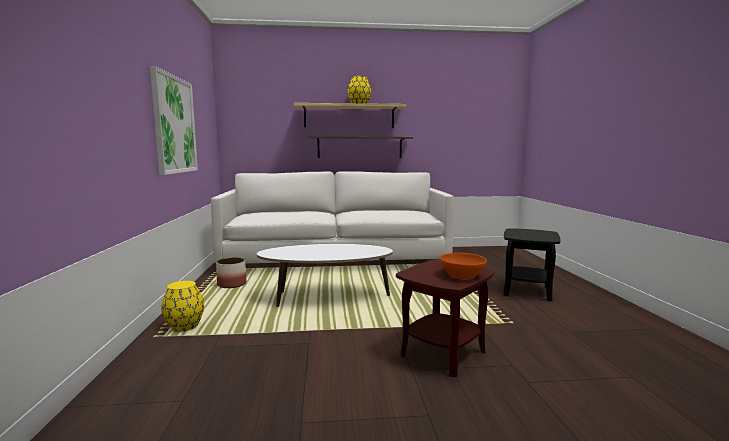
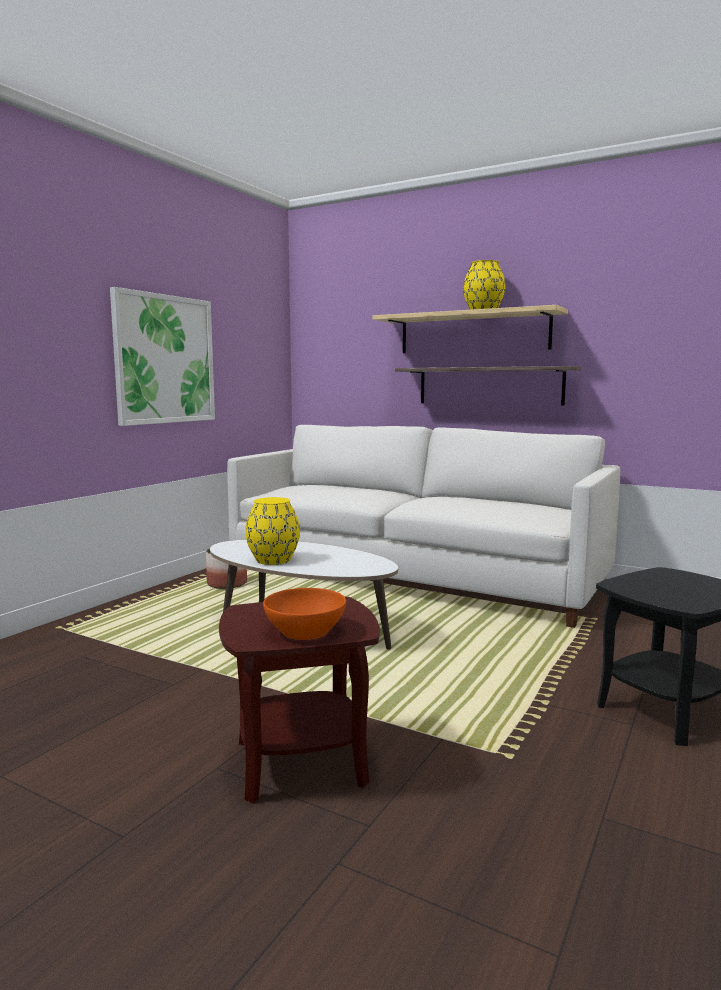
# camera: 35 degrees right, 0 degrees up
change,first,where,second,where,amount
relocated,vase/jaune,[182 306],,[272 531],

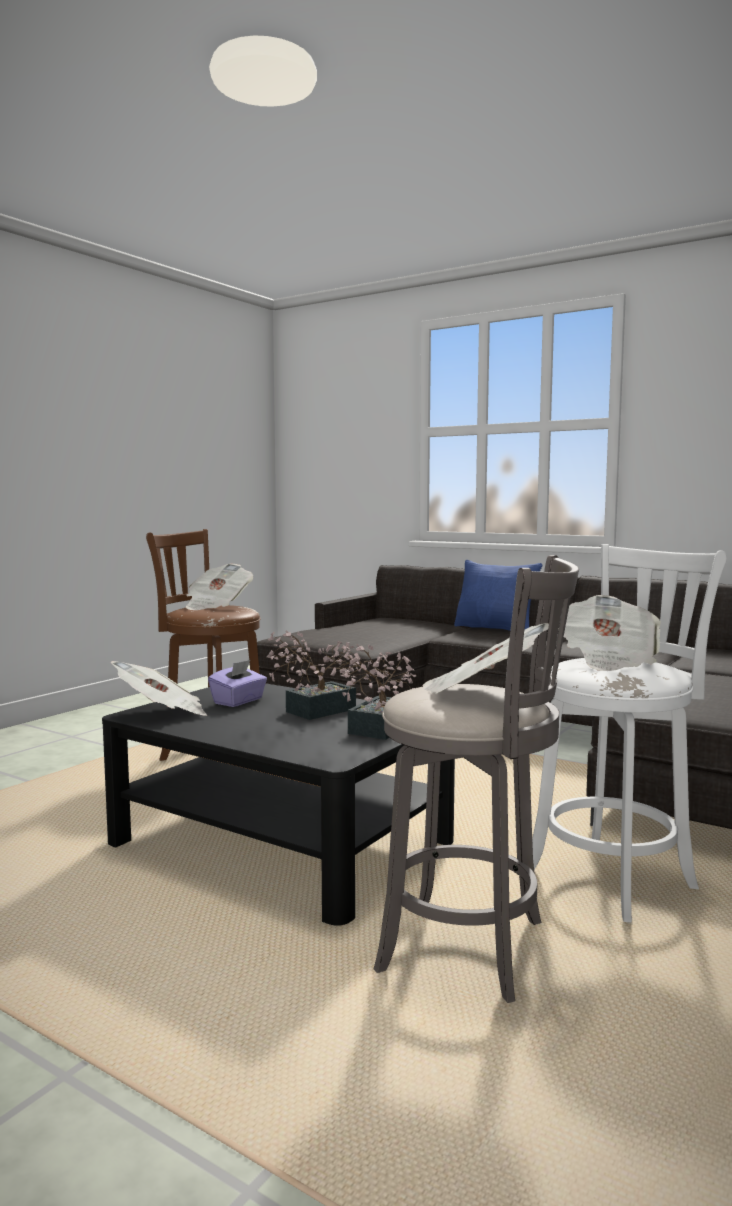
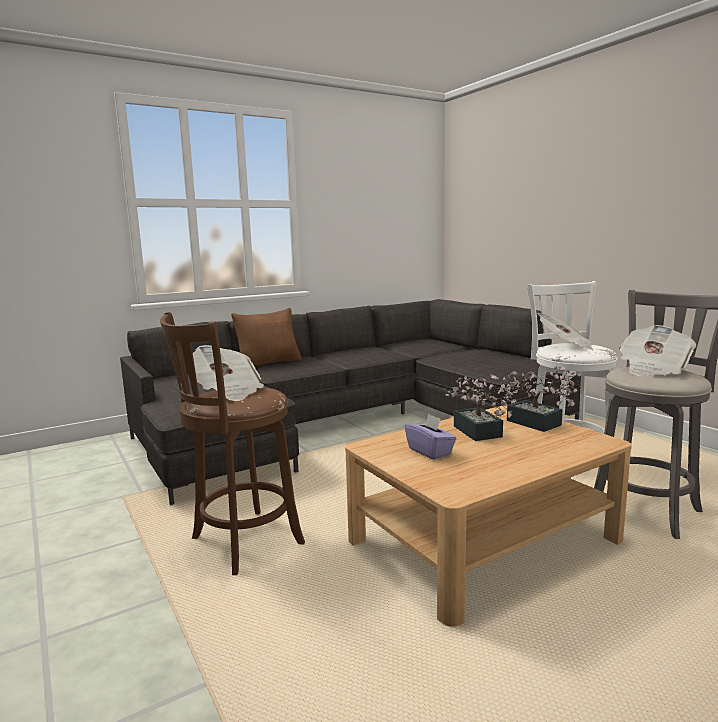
# camera: 65 degrees left, 5 degrees up
change,first,where,second,where,amount
missing,journal,[159 688],,,
colour,table basse/noir,[278 804],table basse/beige,[488 516],
colour,coussin/bleu,[498 595],coussin/marron,[266 337],

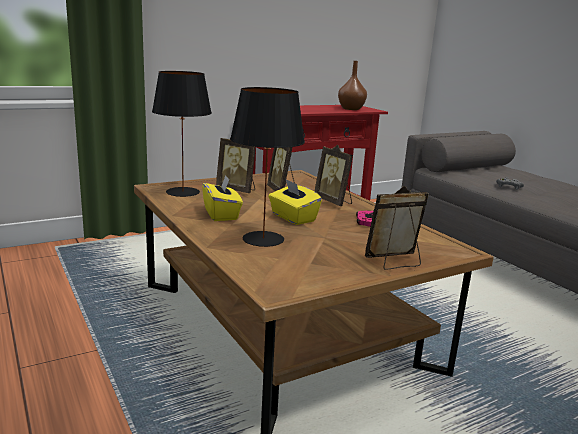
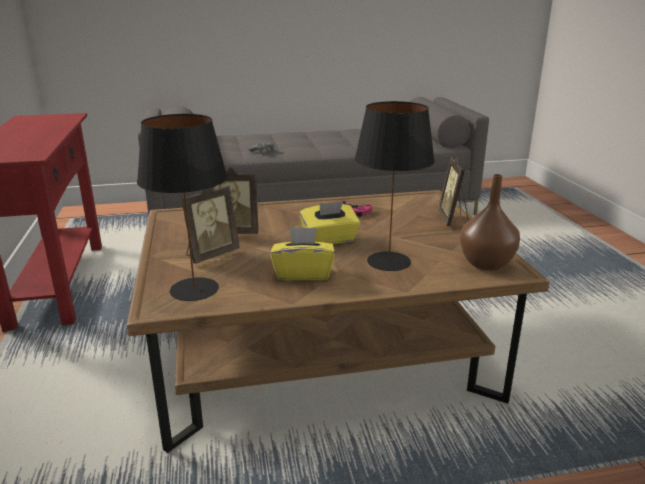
# camera: 70 degrees left, 5 degrees up
change,first,where,second,where,amount
missing,cadre photo,[334 175],,,
relocated,vase/marron,[352 85],,[490 222],

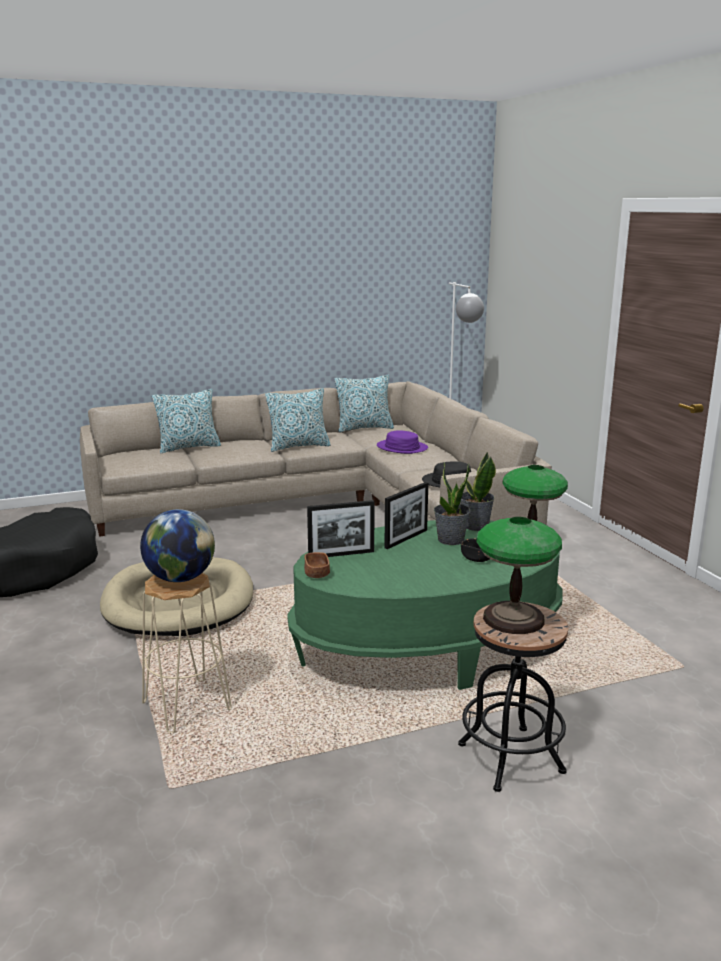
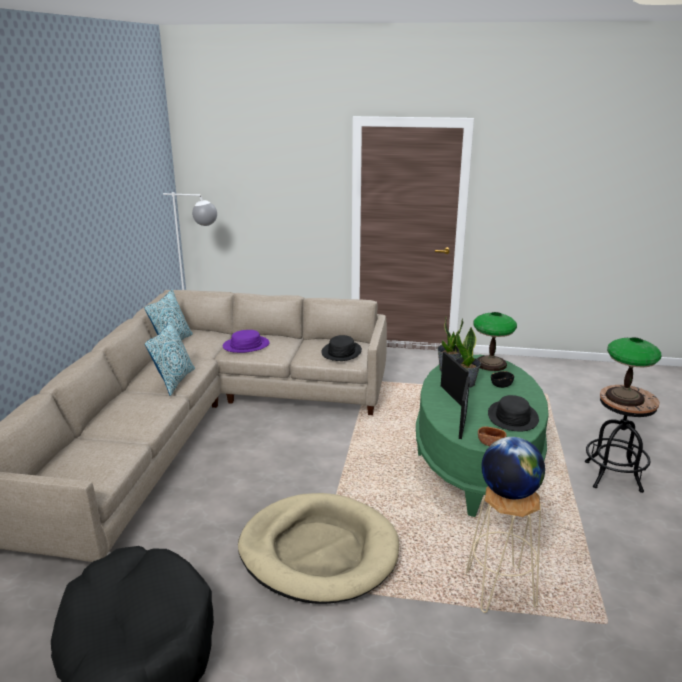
# camera: 60 degrees left, 5 degrees up
change,first,where,second,where,amount
missing,coussin,[186 421],,,
appeared,,,chapeau/noir,[513 413],

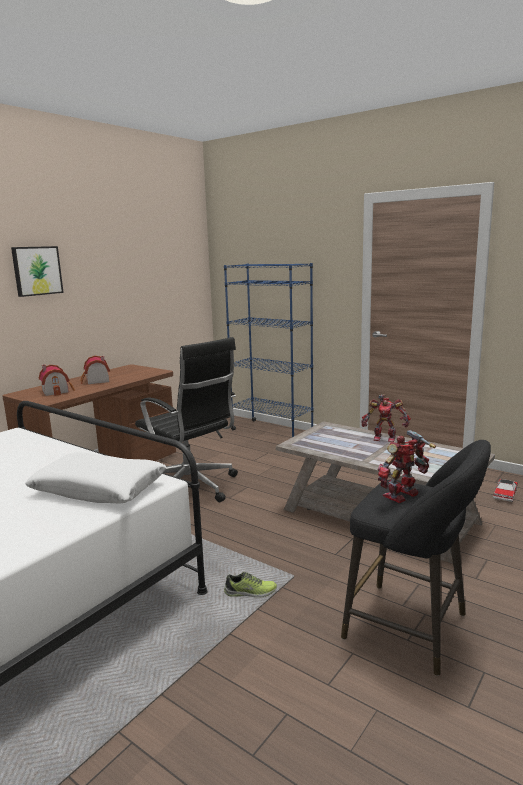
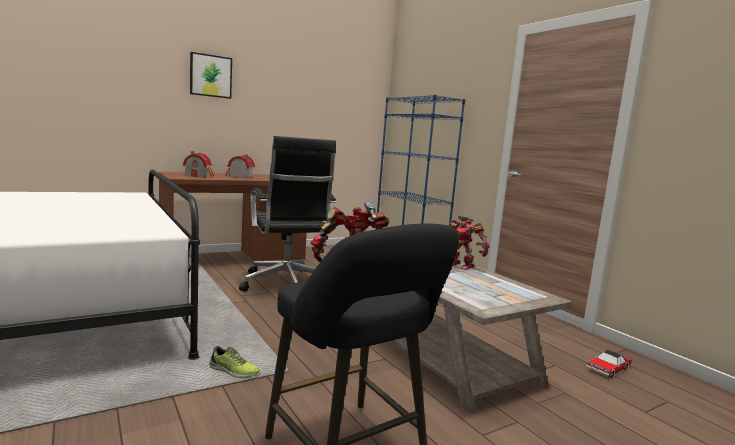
# camera: 20 degrees right, 5 degrees down
change,first,where,second,where,amount
missing,coussin/blanc,[95 478],,,

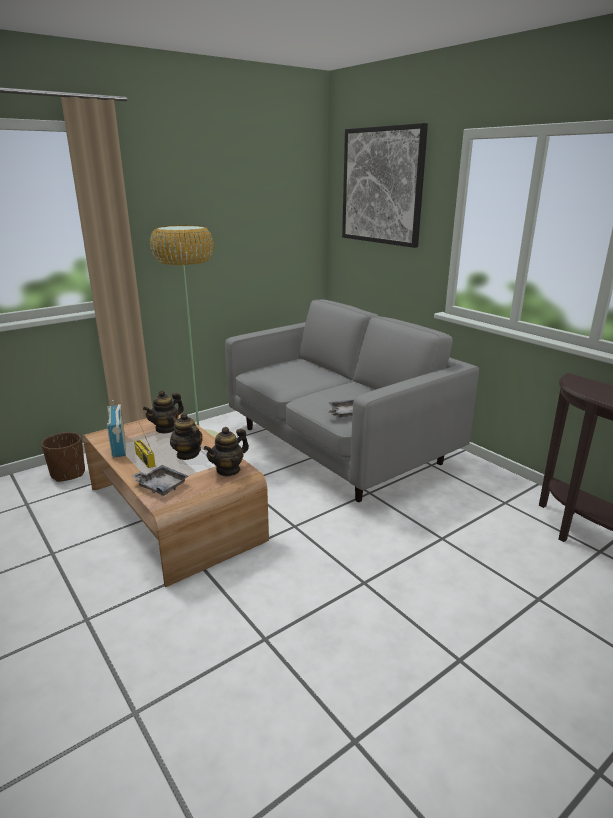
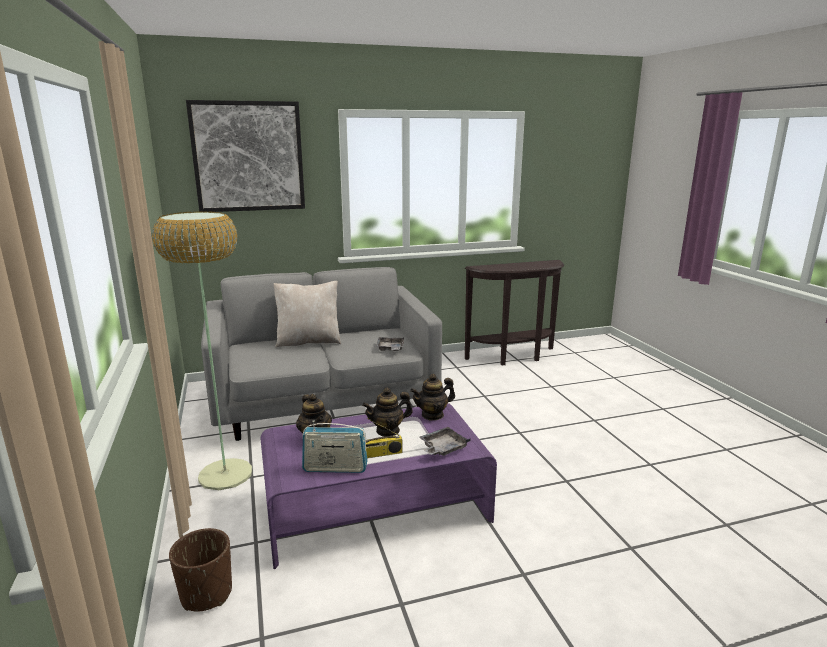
# camera: 70 degrees left, 5 degrees down
change,first,where,second,where,amount
appeared,,,coussin/beige,[307 314],
colour,table basse/marron,[176 500],table basse/violet,[379 486],
spun,théière,[226 452],,[432 397],90 degrees clockwise

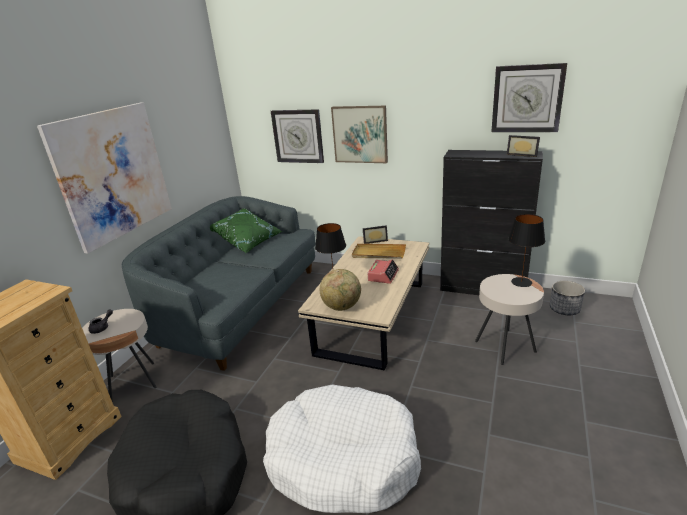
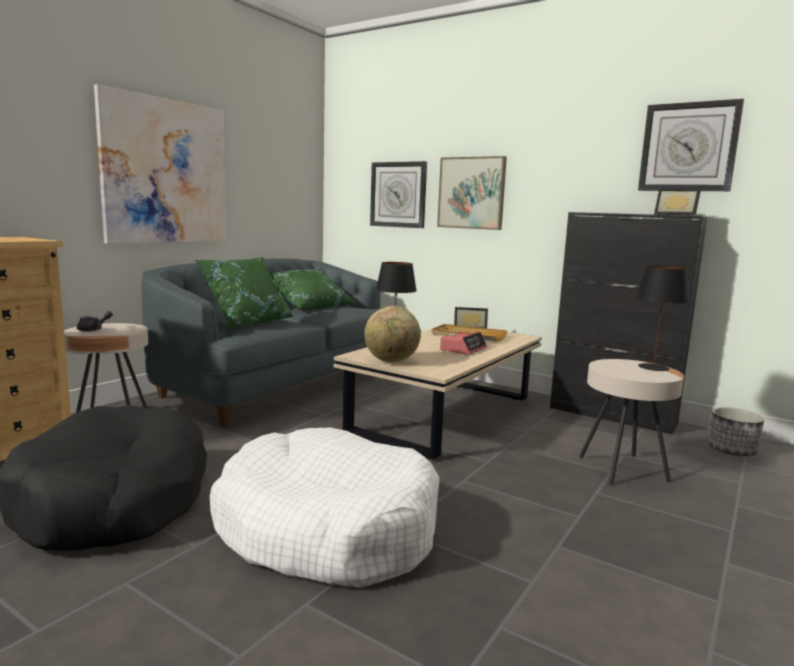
# camera: 10 degrees right, 15 degrees down
change,first,where,second,where,amount
appeared,,,coussin/vert,[244 292],

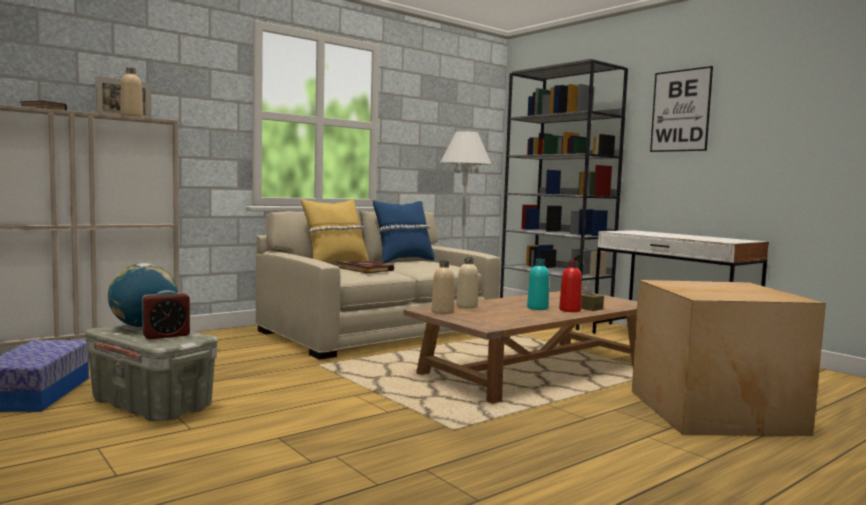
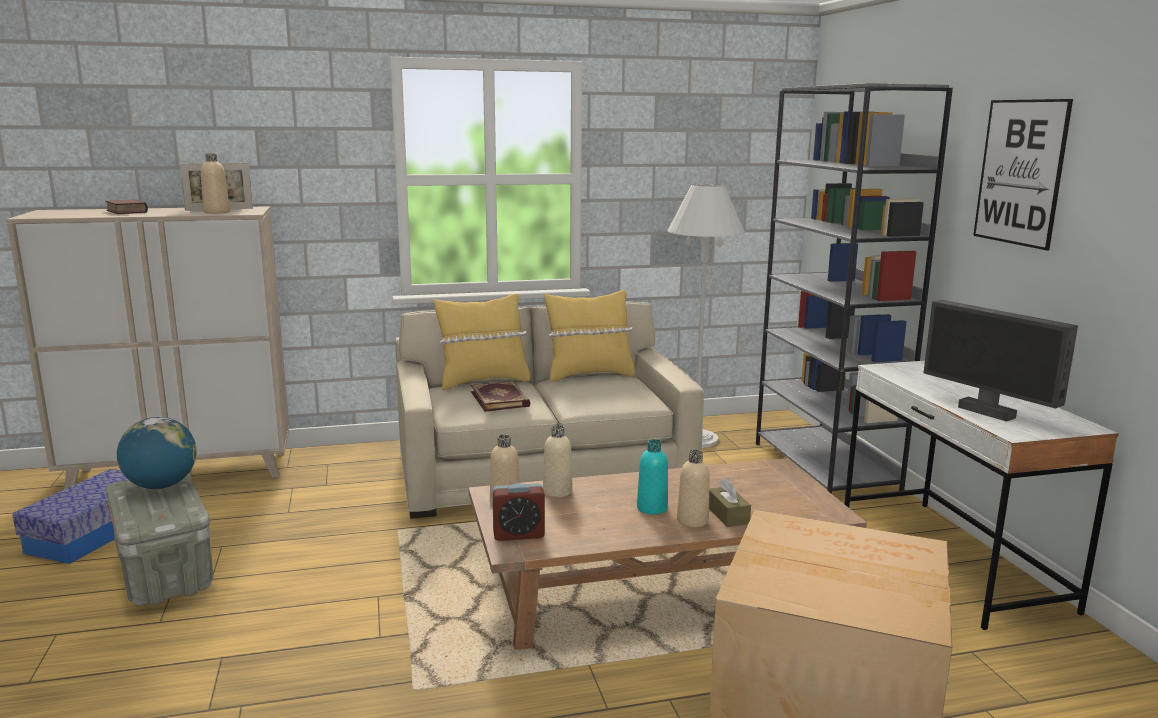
# camera: 25 degrees right, 10 degrees up
change,first,where,second,where,amount
appeared,,,écran d'ordinateur,[1000 361],
relocated,réveil,[166 314],,[518 512],
colour,coussin/bleu,[403 231],coussin/jaune,[589 336],
colour,bouteille/rouge,[570 286],bouteille/beige,[693 488],

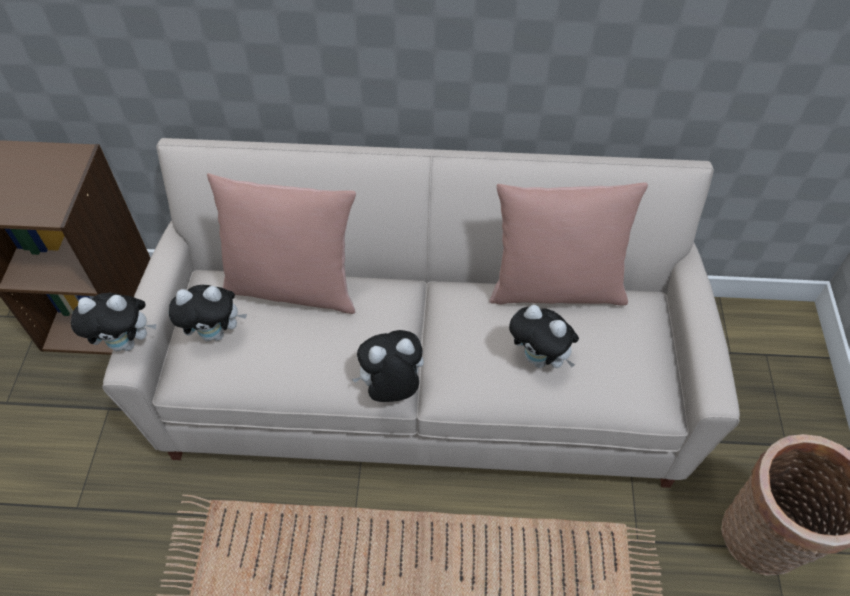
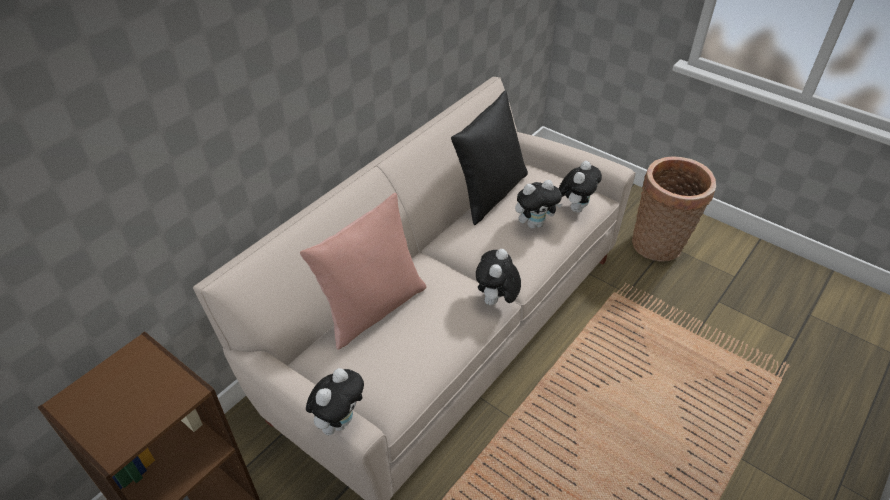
# camera: 55 degrees left, 10 degrees down
change,first,where,second,where,amount
relocated,peluche,[208 313],,[580 187],
colour,coussin/rose,[568 243],coussin/noir,[489 158],

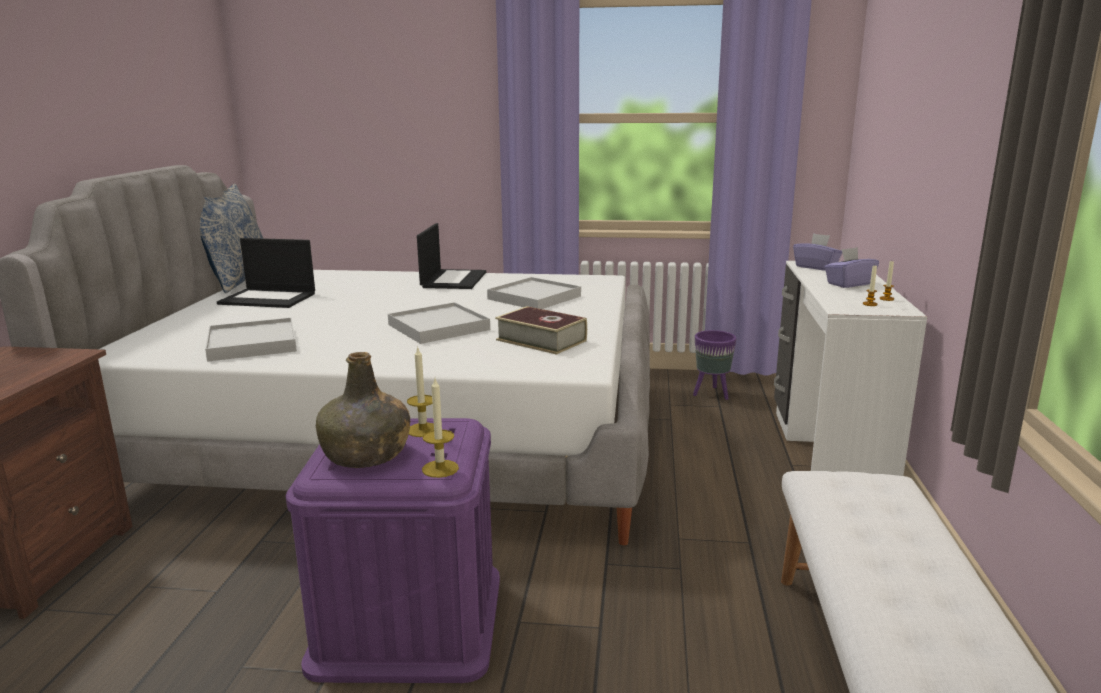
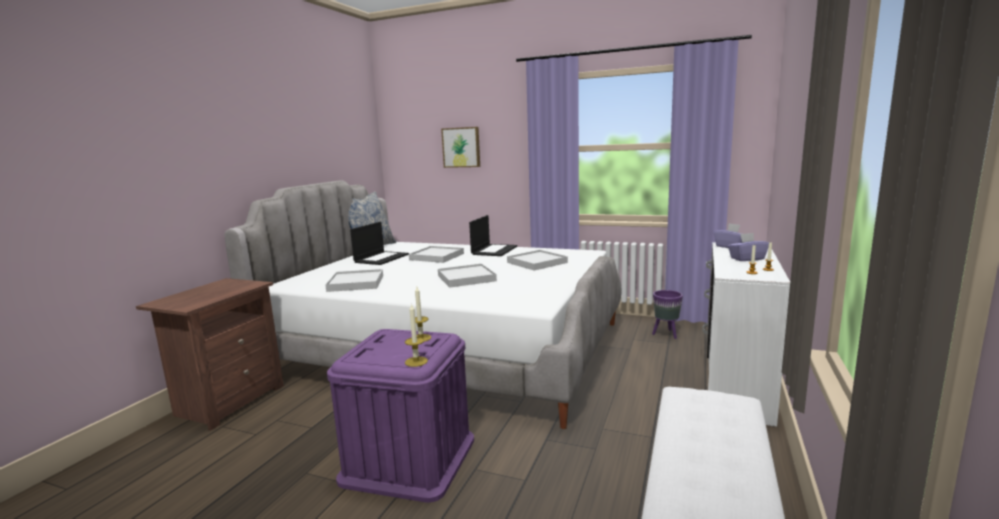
# camera: 15 degrees right, 5 degrees down
change,first,where,second,where,amount
missing,bouteille/vert,[363 410],,,
missing,livre,[541 330],,,
appeared,,,plateau/blanc,[436 254],
appeared,,,tableau,[460 147],
spun,ordinateur portable,[266 273],,[379 243],90 degrees counterclockwise

